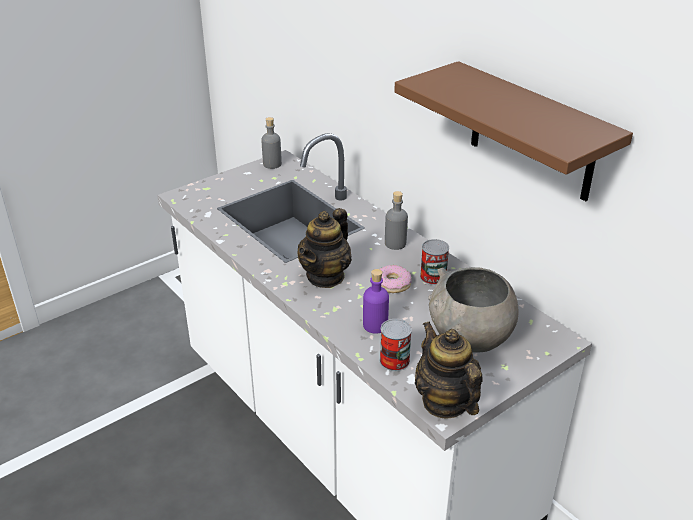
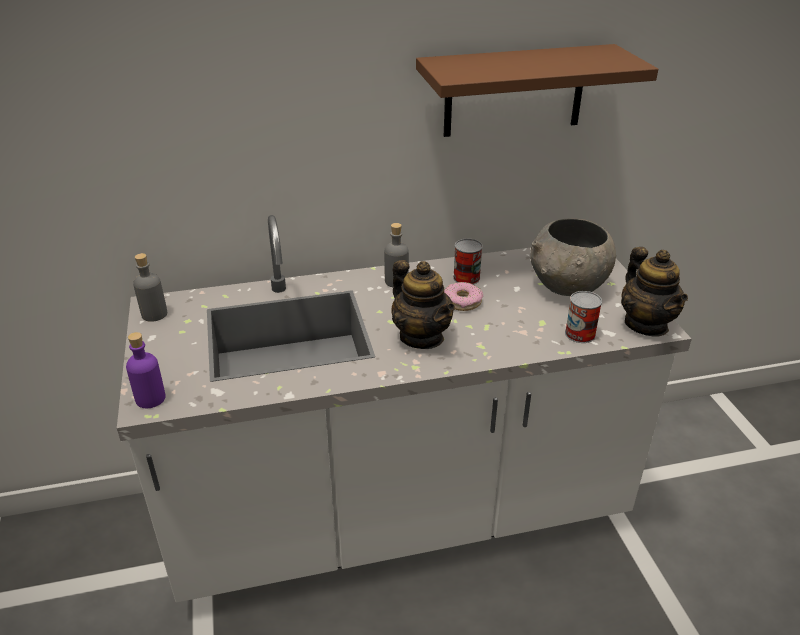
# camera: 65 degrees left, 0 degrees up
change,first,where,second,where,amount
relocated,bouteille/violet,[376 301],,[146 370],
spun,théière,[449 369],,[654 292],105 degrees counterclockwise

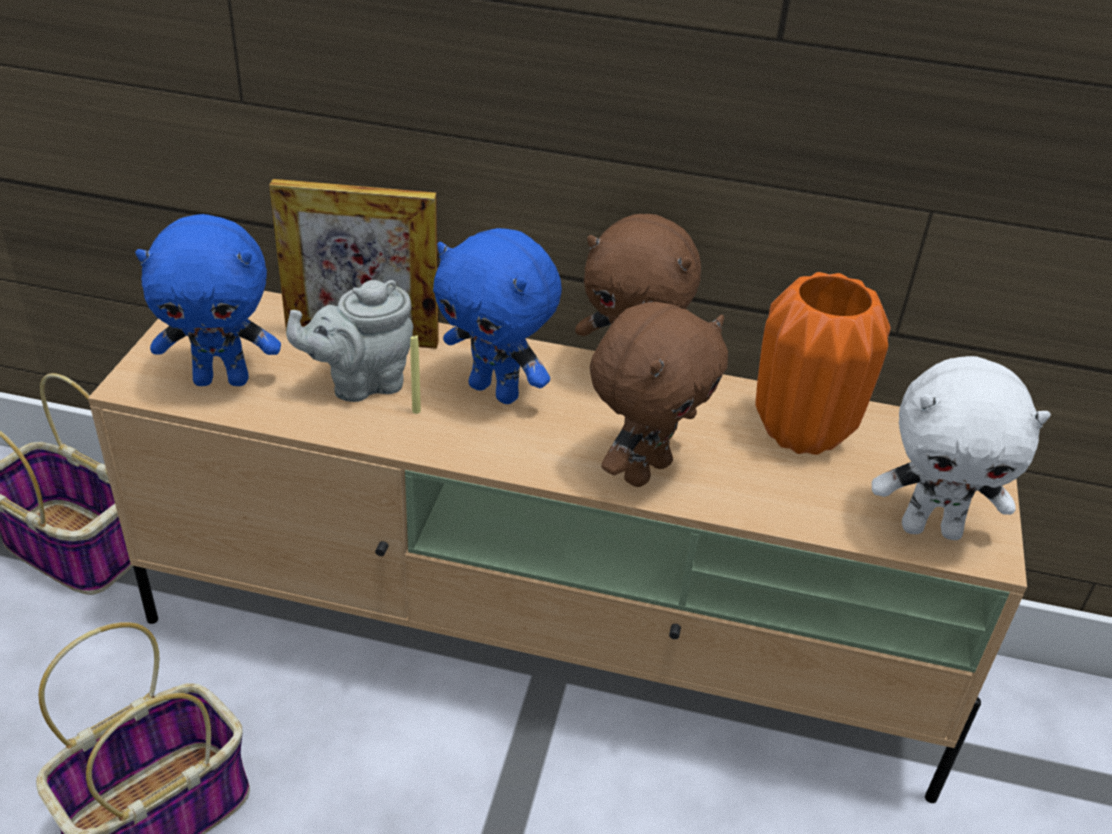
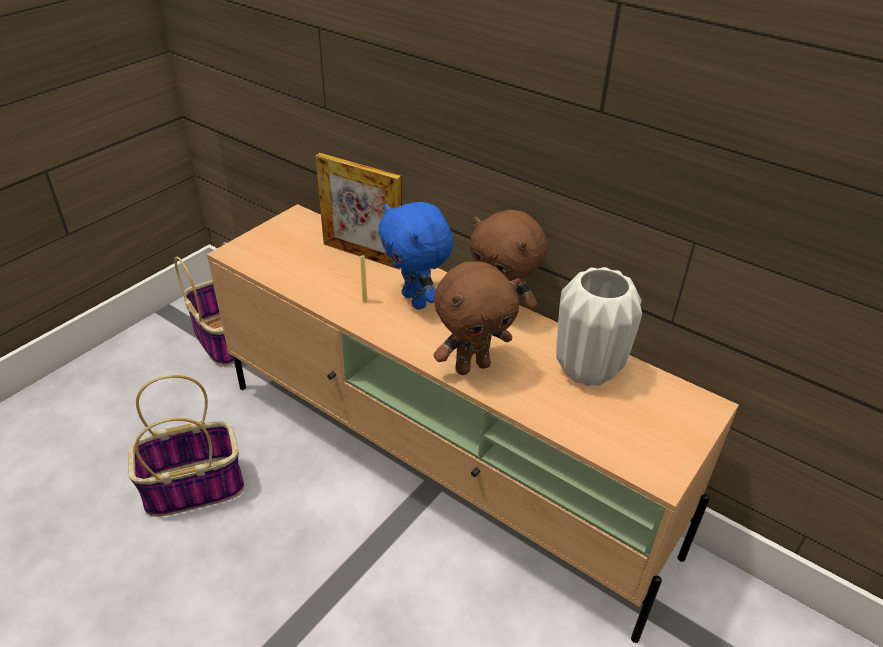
# camera: 25 degrees right, 0 degrees up
change,first,where,second,where,amount
missing,peluche/bleu,[208 300],,,
missing,théière/gris,[349 341],,,
missing,peluche/blanc,[961 448],,,
colour,vase/orange,[823 363],vase/blanc,[599 326],

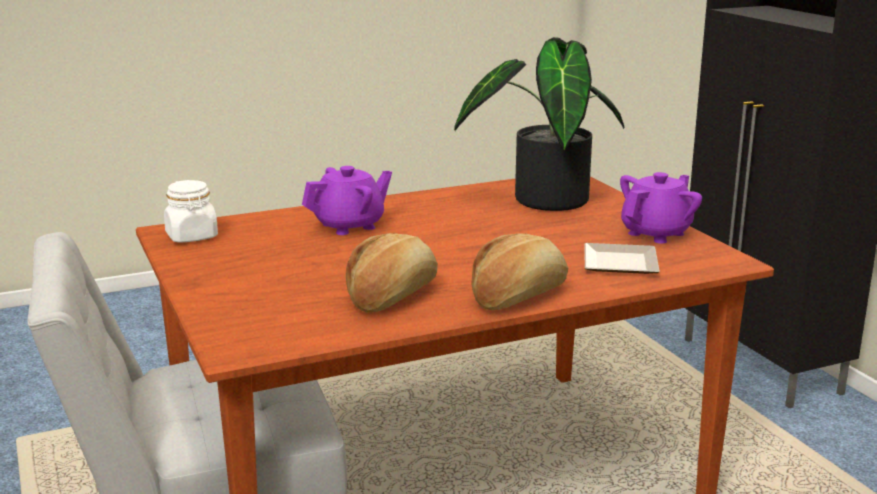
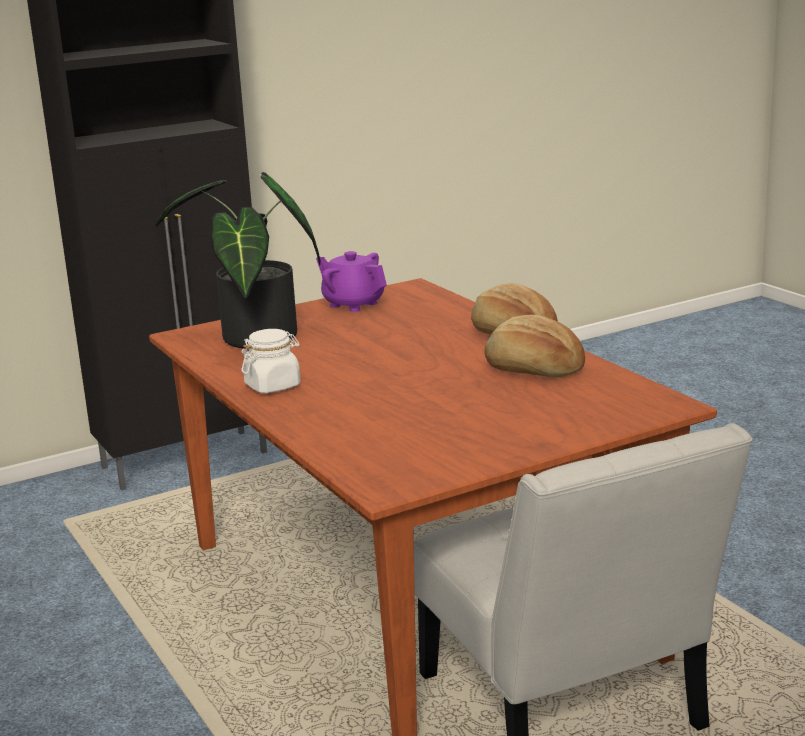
# camera: 95 degrees left, 0 degrees up
change,first,where,second,where,amount
missing,théière/violet,[347 200],,,
missing,assiette,[622 258],,,
relocated,bocal/blanc,[191 211],,[271 361],

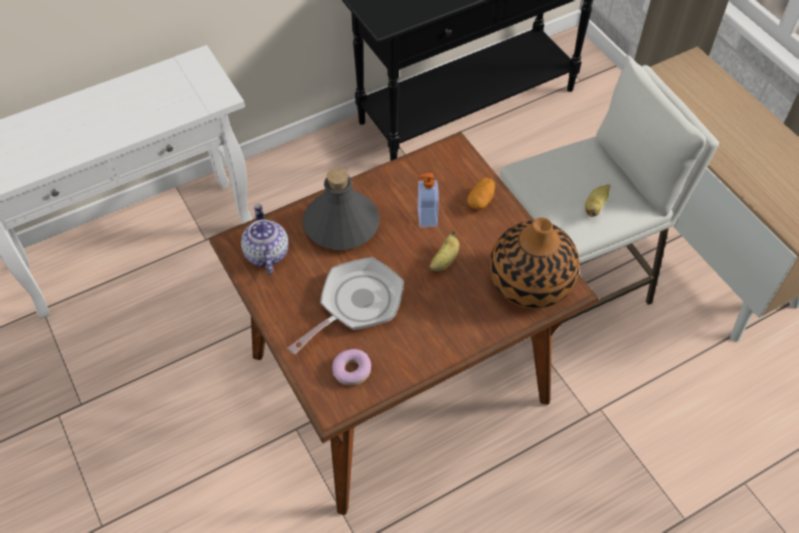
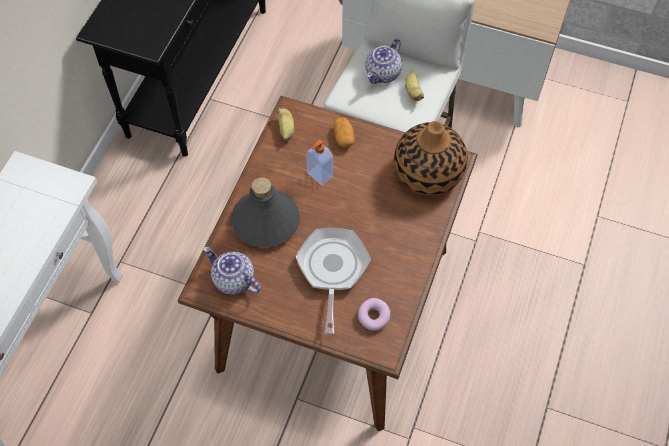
# camera: 40 degrees left, 5 degrees up
change,first,where,second,where,amount
appeared,,,théière,[384 61],
relocated,banane,[444 251],,[285 122],

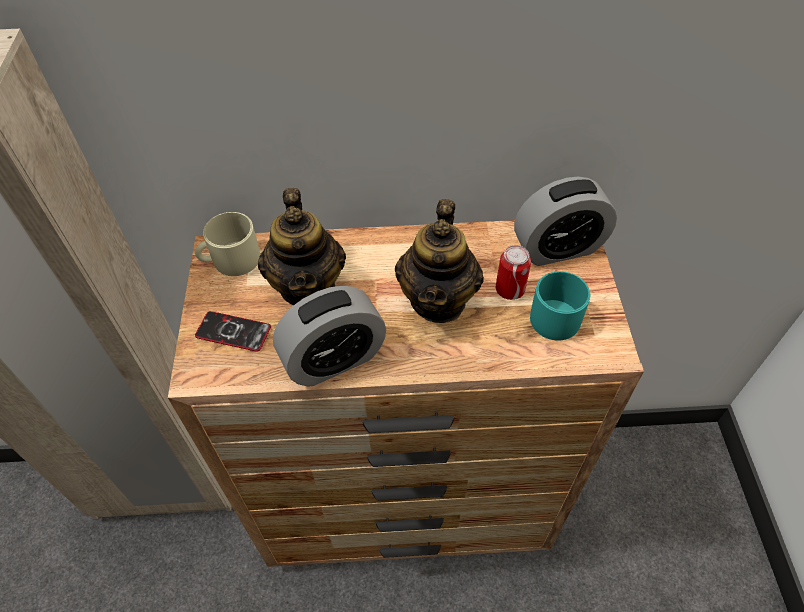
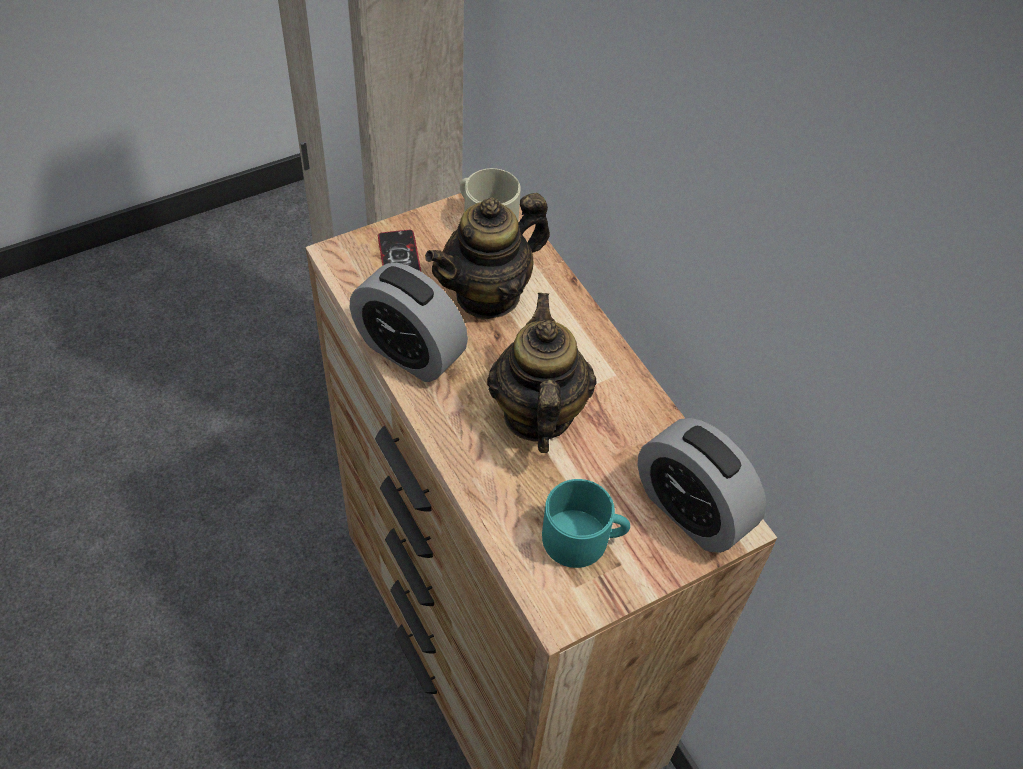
# camera: 60 degrees right, 0 degrees up
change,first,where,second,where,amount
missing,boîte métallique,[513 272],,,
spun,théière,[439 261],,[542 373],105 degrees clockwise

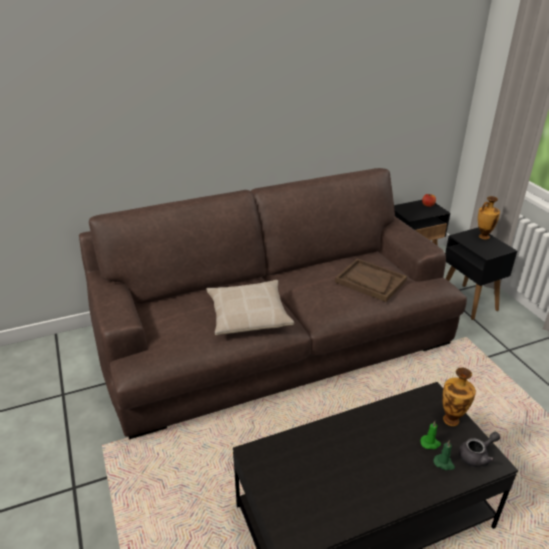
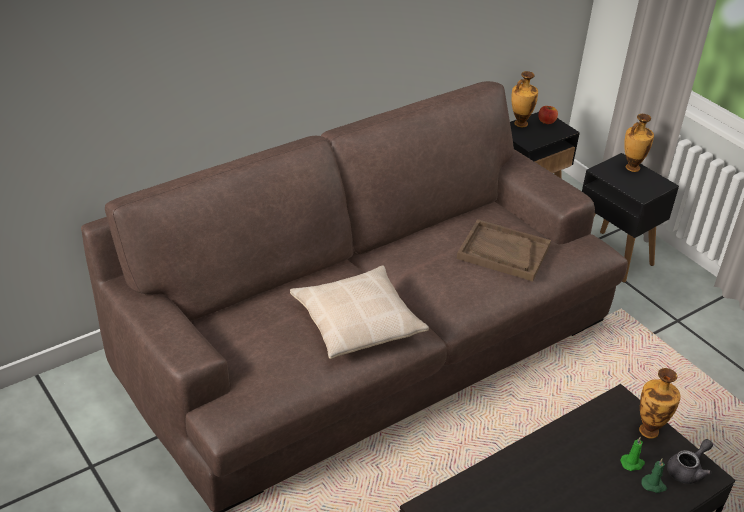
# camera: 15 degrees left, 5 degrees up
change,first,where,second,where,amount
appeared,,,vase,[524 99],

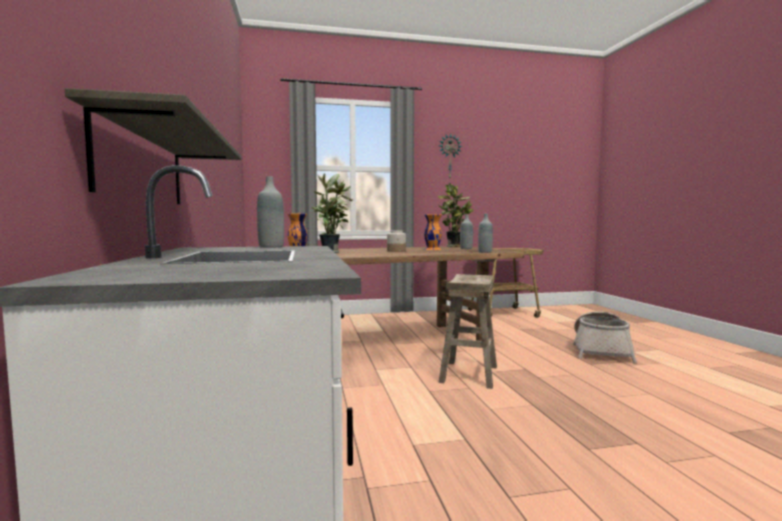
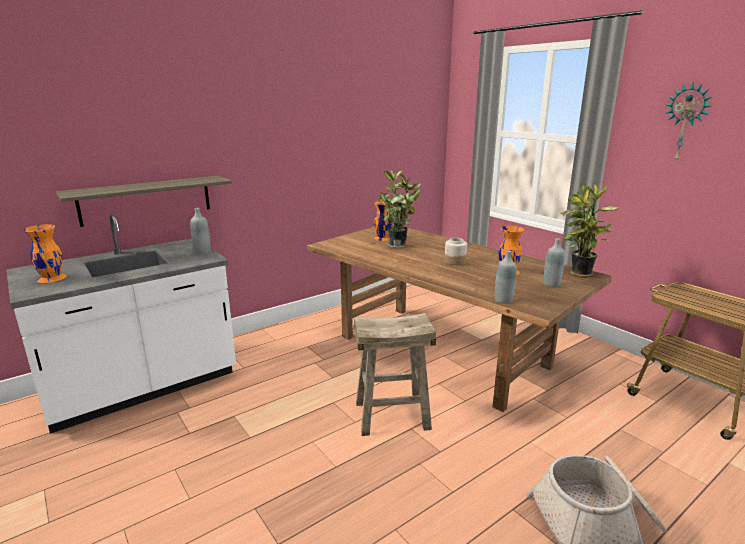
# camera: 65 degrees right, 15 degrees up
change,first,where,second,where,amount
appeared,,,vase/orange,[45 253],

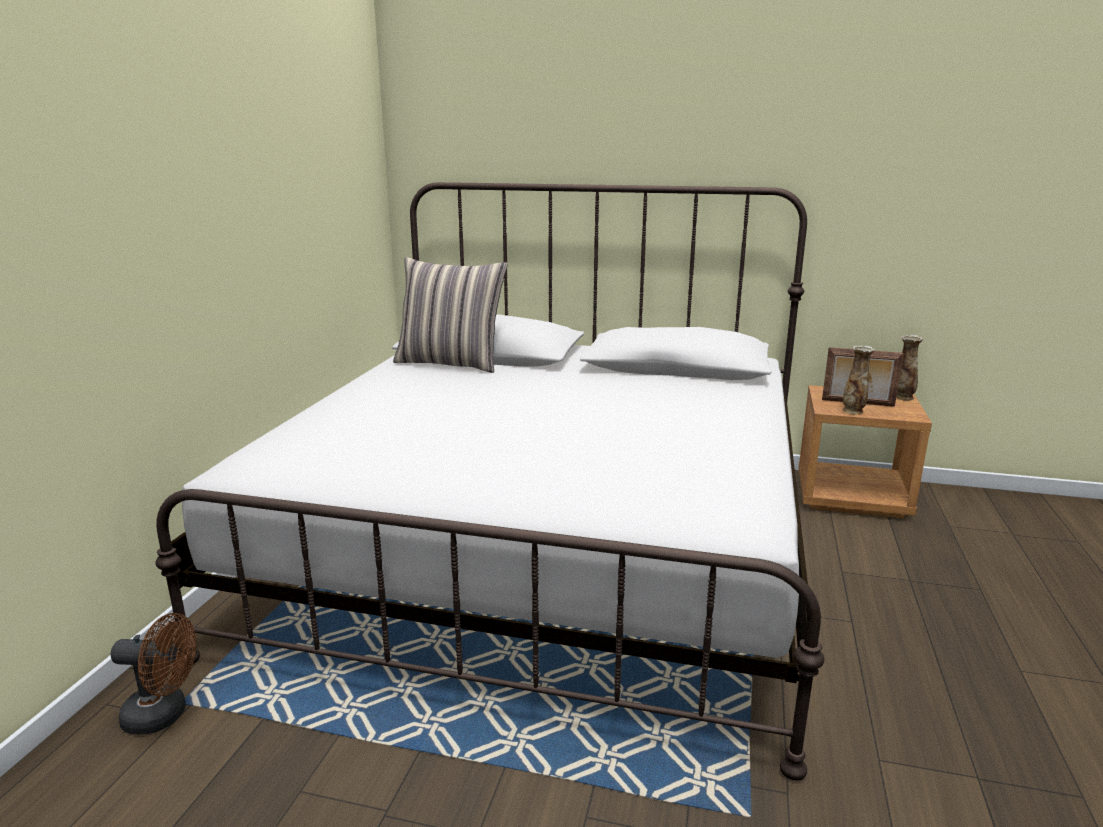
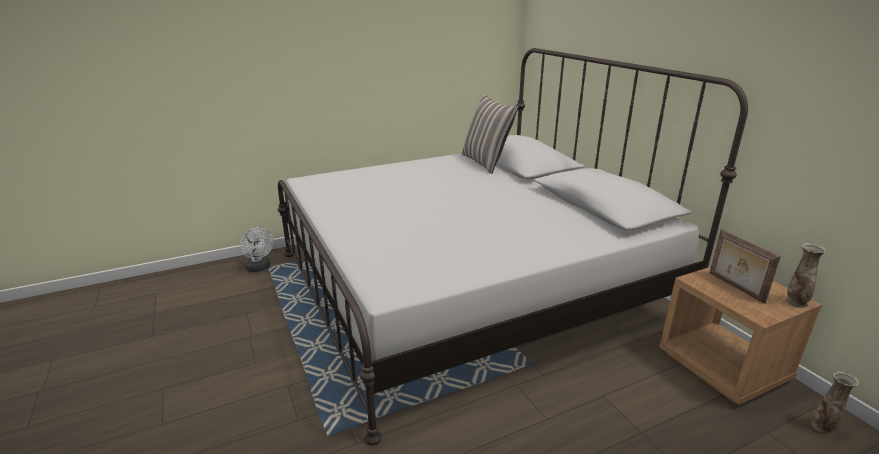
# camera: 50 degrees right, 5 degrees up
change,first,where,second,where,amount
relocated,vase,[859 380],,[835 402],
colour,ventilateur/marron,[153 674],ventilateur/blanc,[257 249],

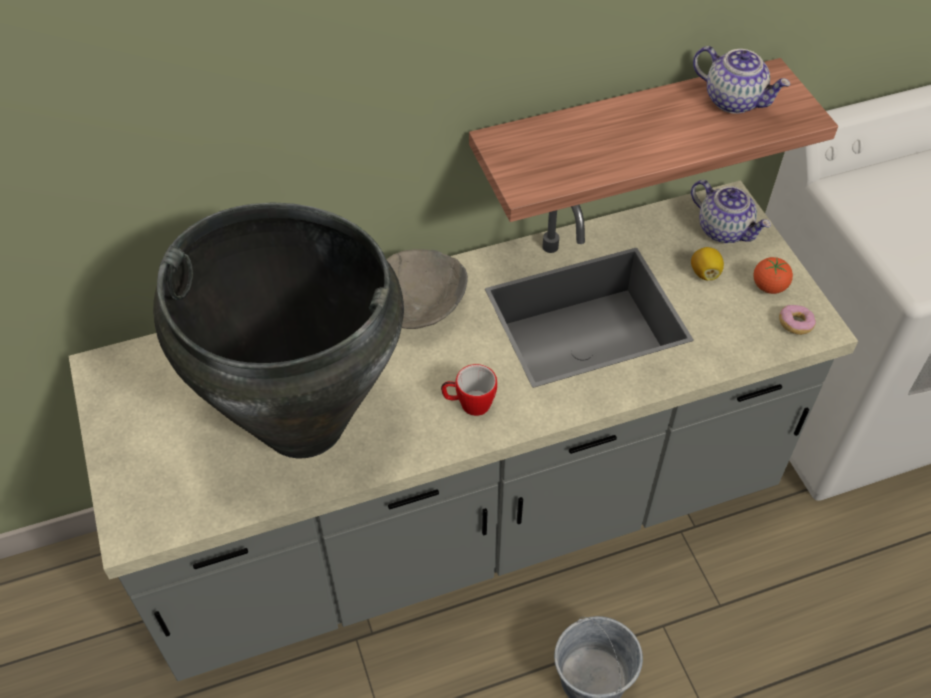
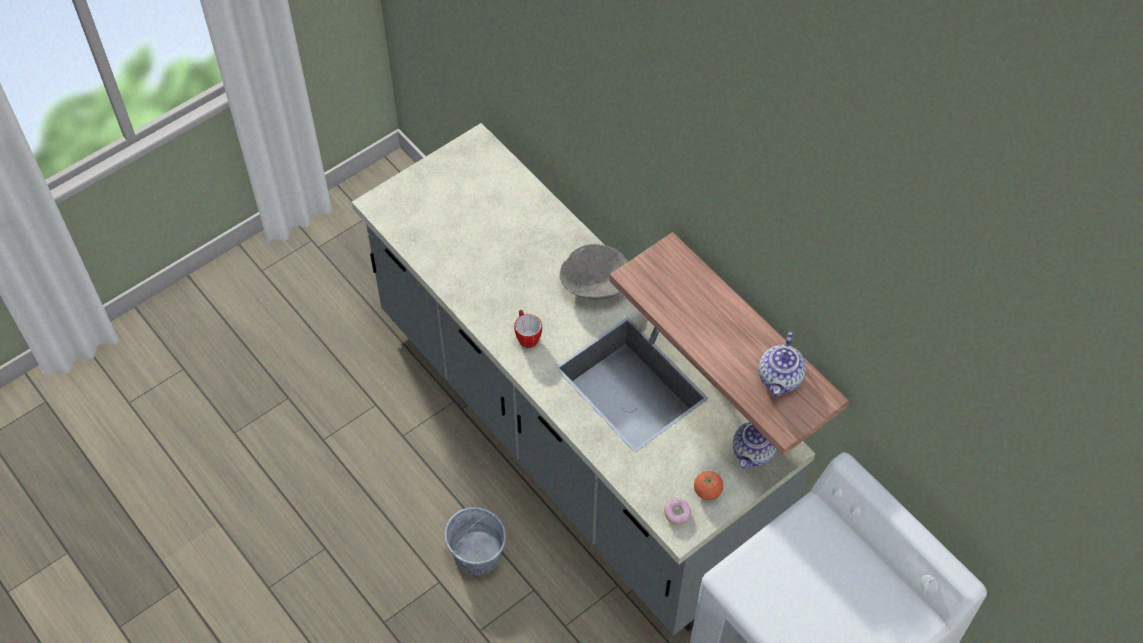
# camera: 70 degrees right, 5 degrees up
change,first,where,second,where,amount
missing,vase/noir,[278 330],,,
missing,citron,[707 263],,,

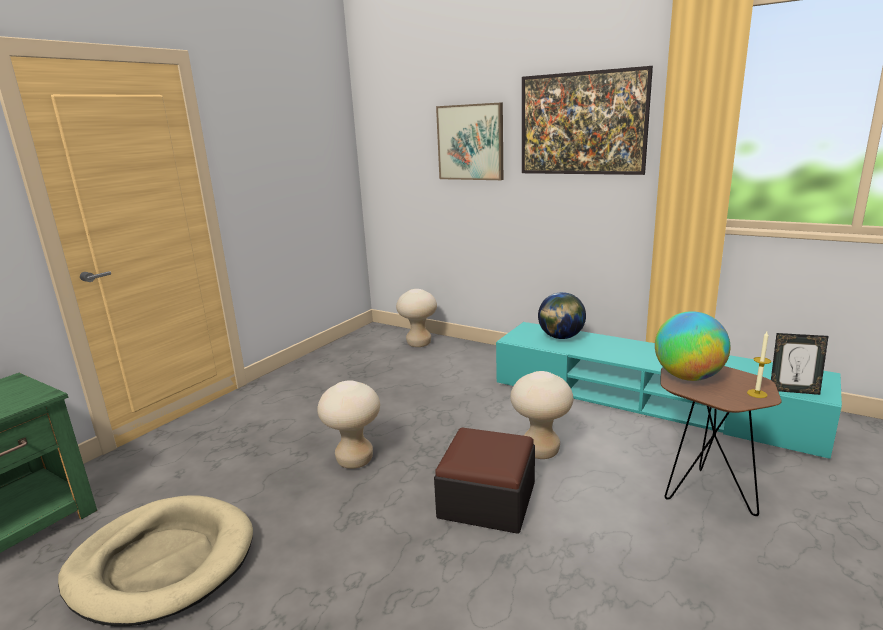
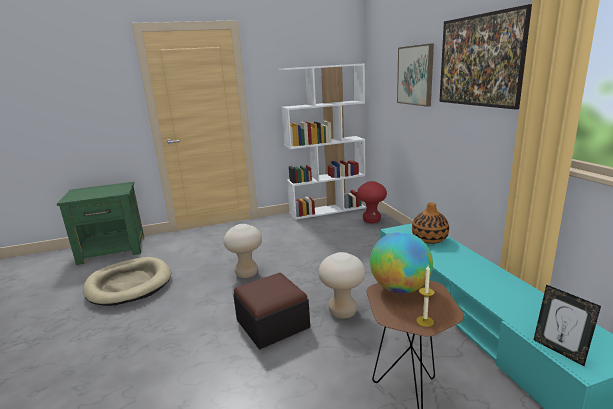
# camera: 40 degrees right, 0 degrees up
change,first,where,second,where,amount
appeared,,,bibliothèque/blanc,[322 141],
exchanged,globe,[562 315],vase,[430 223],
colour,tabouret/beige,[416 318],tabouret/rouge,[372 202],

